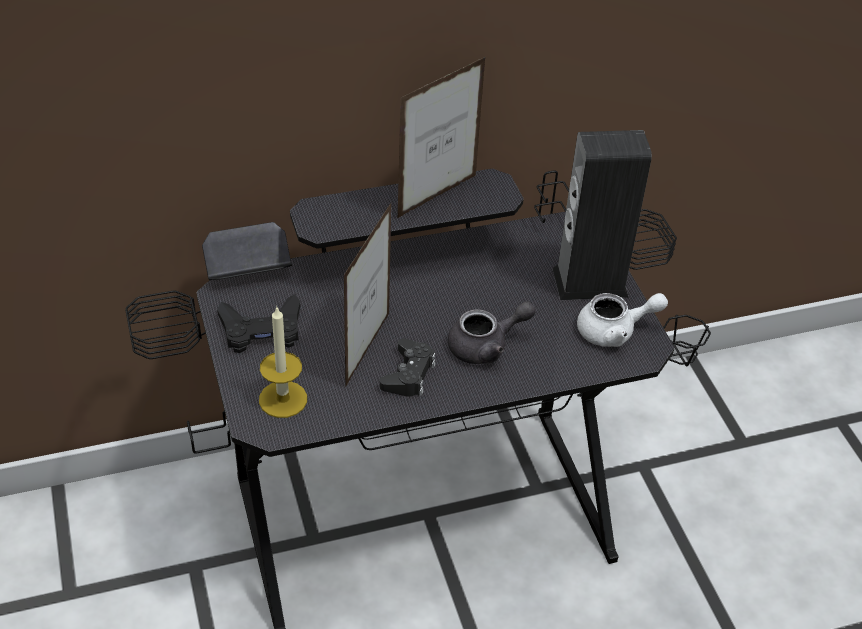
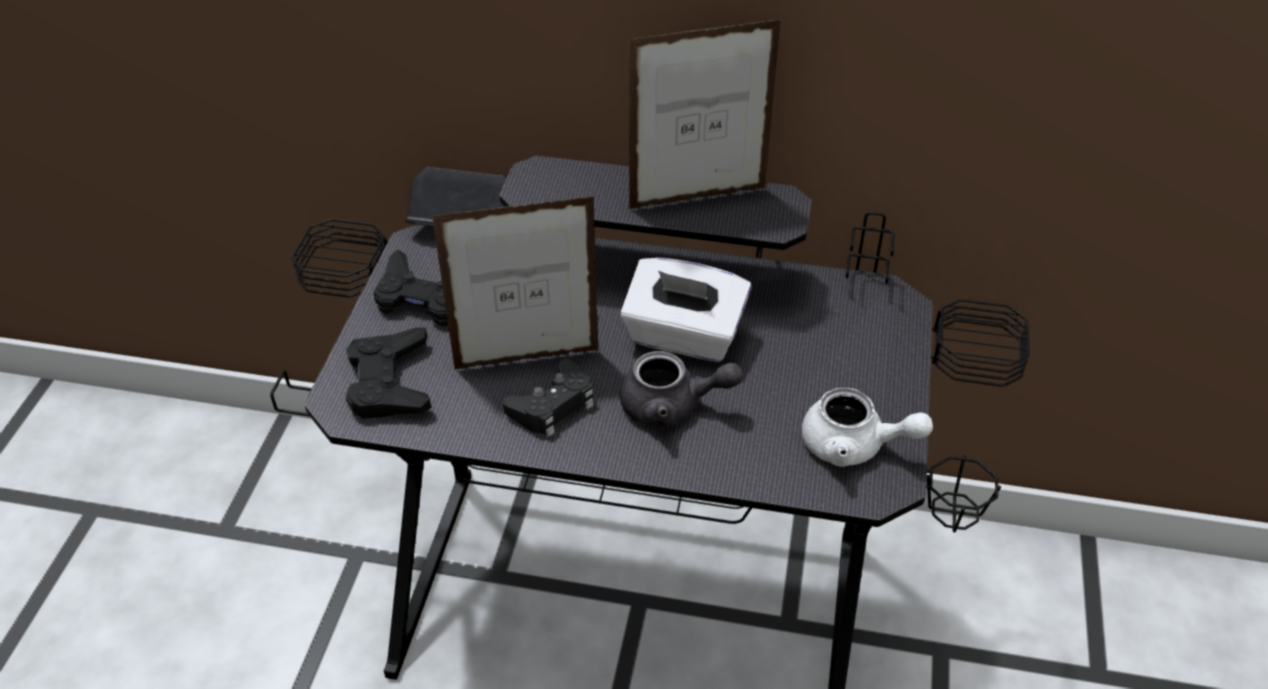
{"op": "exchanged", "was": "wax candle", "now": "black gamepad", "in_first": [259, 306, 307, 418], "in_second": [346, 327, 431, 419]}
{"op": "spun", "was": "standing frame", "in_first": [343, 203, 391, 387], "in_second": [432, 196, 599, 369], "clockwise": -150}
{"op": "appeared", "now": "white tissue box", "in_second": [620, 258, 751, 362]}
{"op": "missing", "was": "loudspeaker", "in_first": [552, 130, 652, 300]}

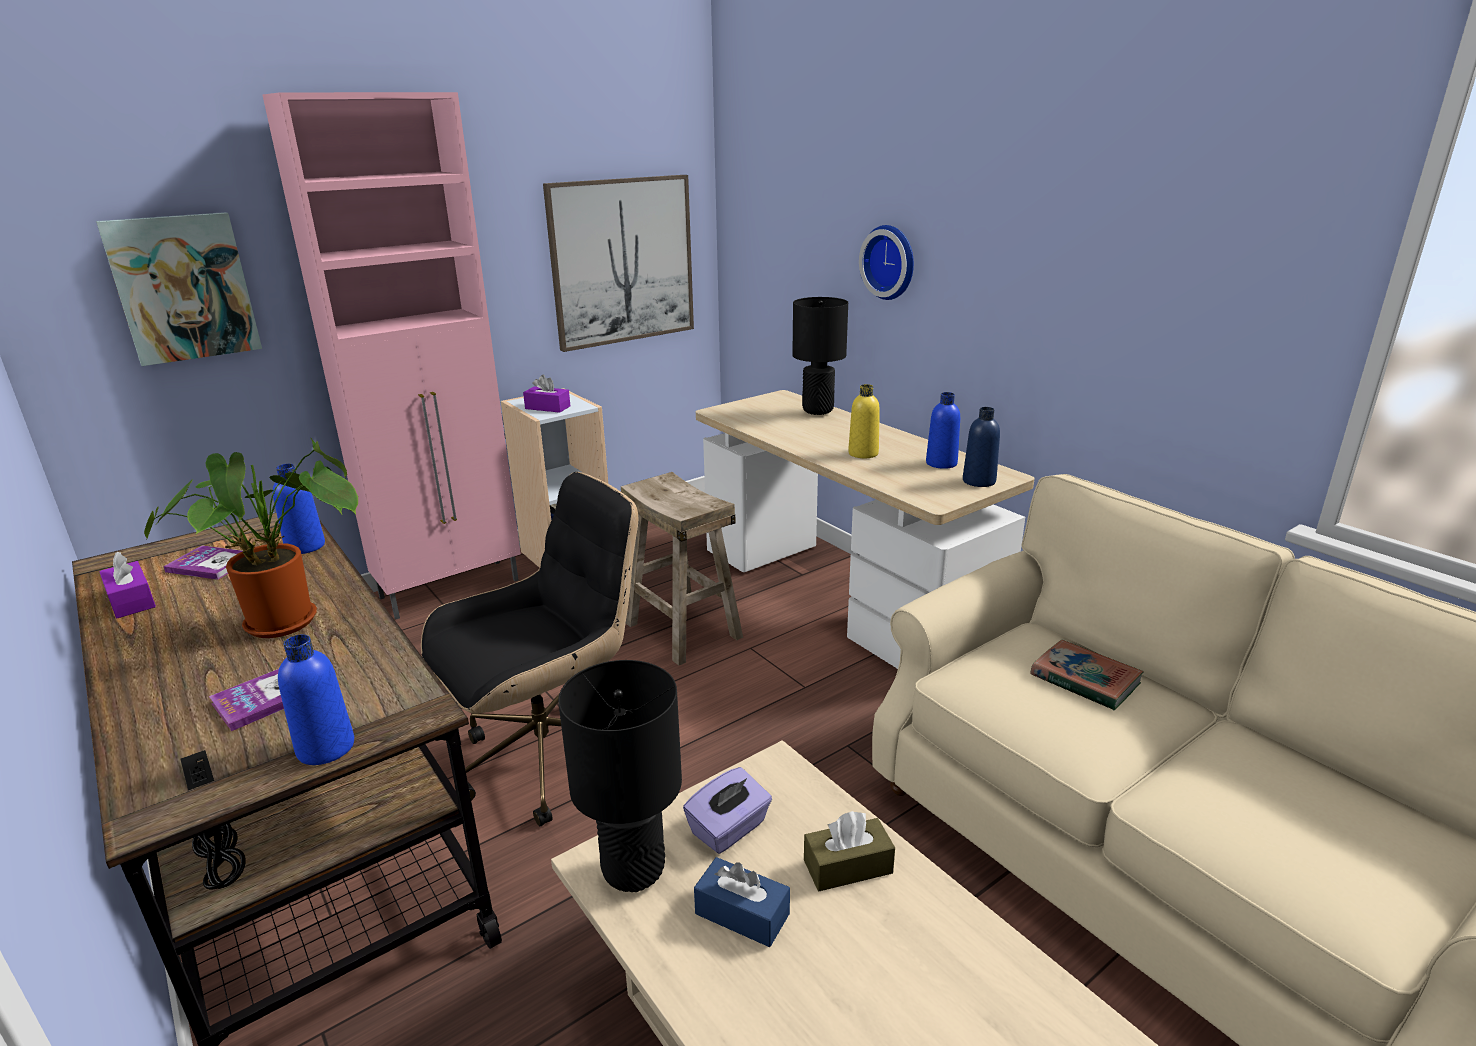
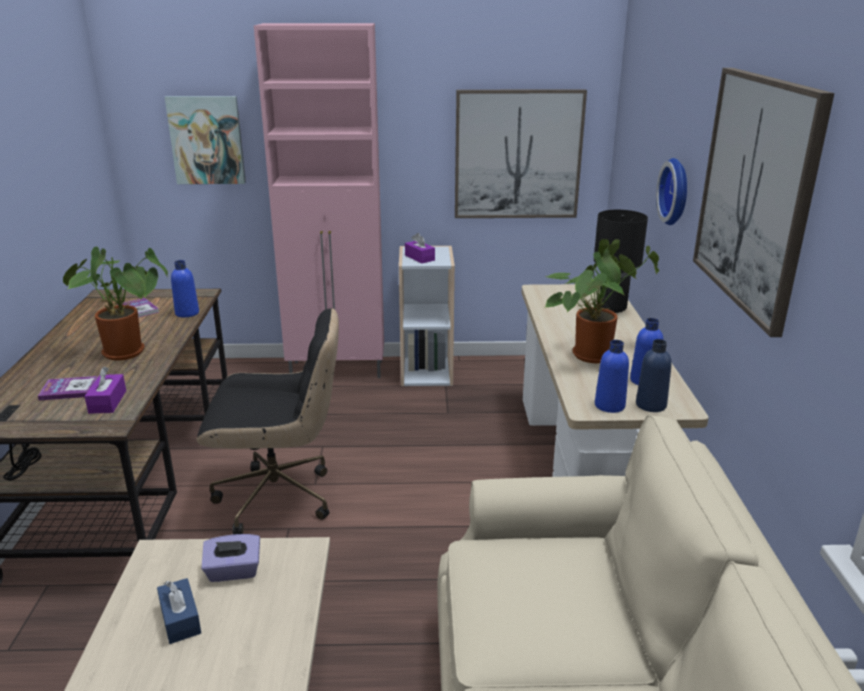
{"op": "relocated", "was": "purple-coloured tissue box", "in_first": [99, 552, 156, 618], "in_second": [85, 367, 126, 414]}
{"op": "exchanged", "was": "yellow drink bottle", "now": "plant in a pot", "in_first": [848, 384, 880, 458], "in_second": [544, 239, 660, 363]}
{"op": "relocated", "was": "blue-coloured drink bottle", "in_first": [278, 634, 354, 765], "in_second": [595, 340, 629, 413]}
{"op": "appeared", "now": "picture", "in_second": [693, 68, 835, 337]}
{"op": "missing", "was": "black table lamp", "in_first": [558, 660, 682, 892]}
{"op": "missing", "was": "sand-coloured stool seat", "in_first": [621, 472, 743, 665]}
{"op": "missing", "was": "brown-coloured tissue box", "in_first": [804, 811, 895, 891]}
{"op": "missing", "was": "volume", "in_first": [1030, 640, 1144, 711]}

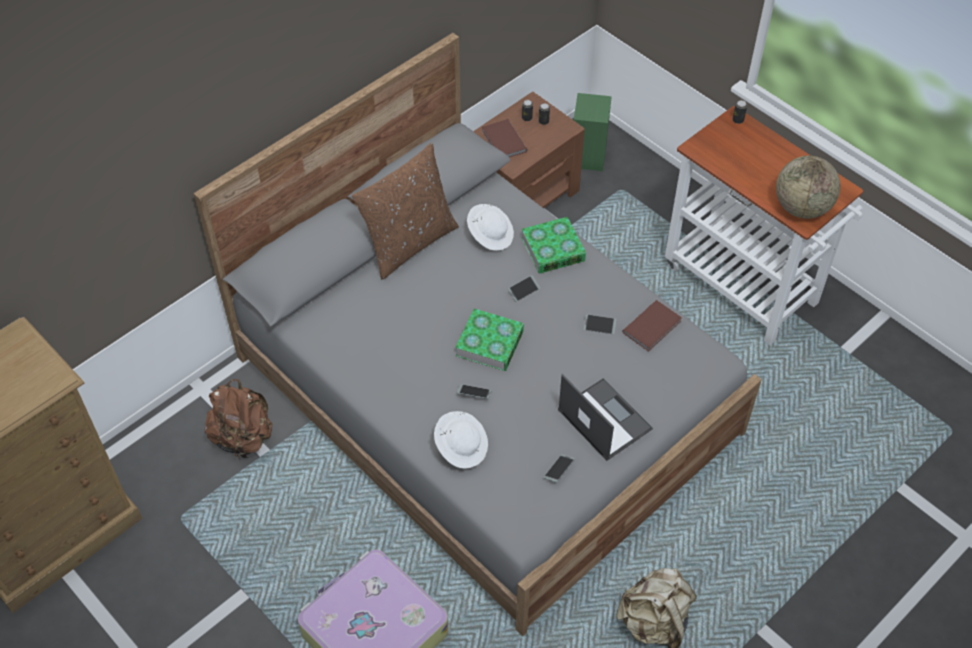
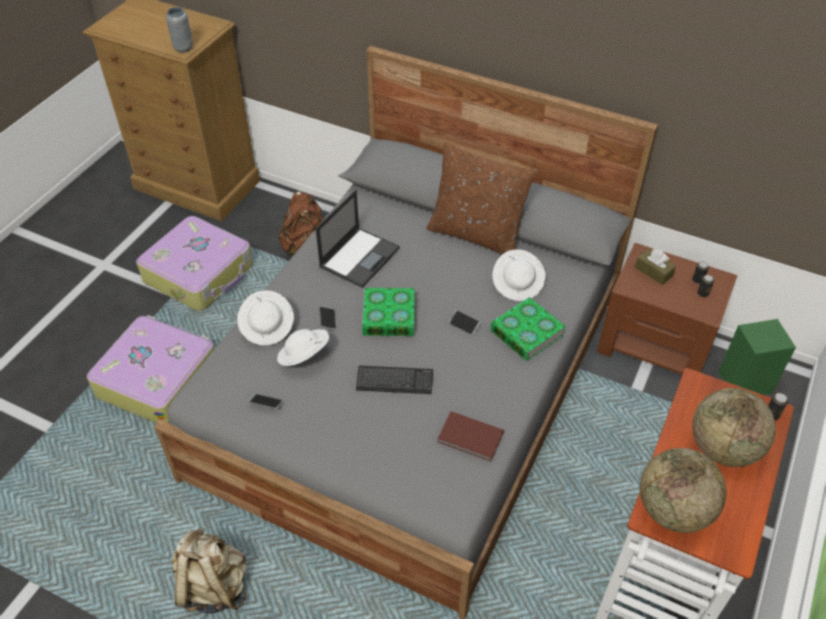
{"op": "appeared", "now": "suitcase", "in_second": [136, 216, 253, 311]}
{"op": "appeared", "now": "greyish decorative vase", "in_second": [166, 7, 193, 53]}
{"op": "appeared", "now": "white hat", "in_second": [277, 329, 329, 366]}
{"op": "relocated", "was": "portable computer", "in_first": [558, 374, 653, 461], "in_second": [315, 190, 400, 288]}
{"op": "appeared", "now": "keyboard", "in_second": [356, 366, 433, 394]}
{"op": "exchanged", "was": "brown-coloured volume", "now": "brown-coloured tissue box", "in_first": [482, 119, 527, 158], "in_second": [635, 249, 676, 285]}
{"op": "appeared", "now": "globe", "in_second": [692, 388, 776, 467]}
{"op": "missing", "was": "phone", "in_first": [584, 314, 617, 334]}

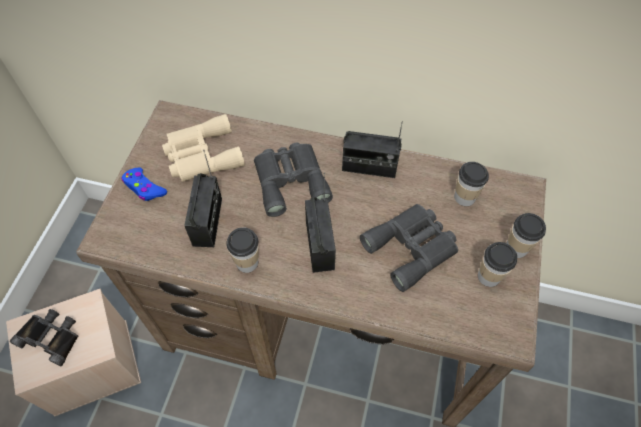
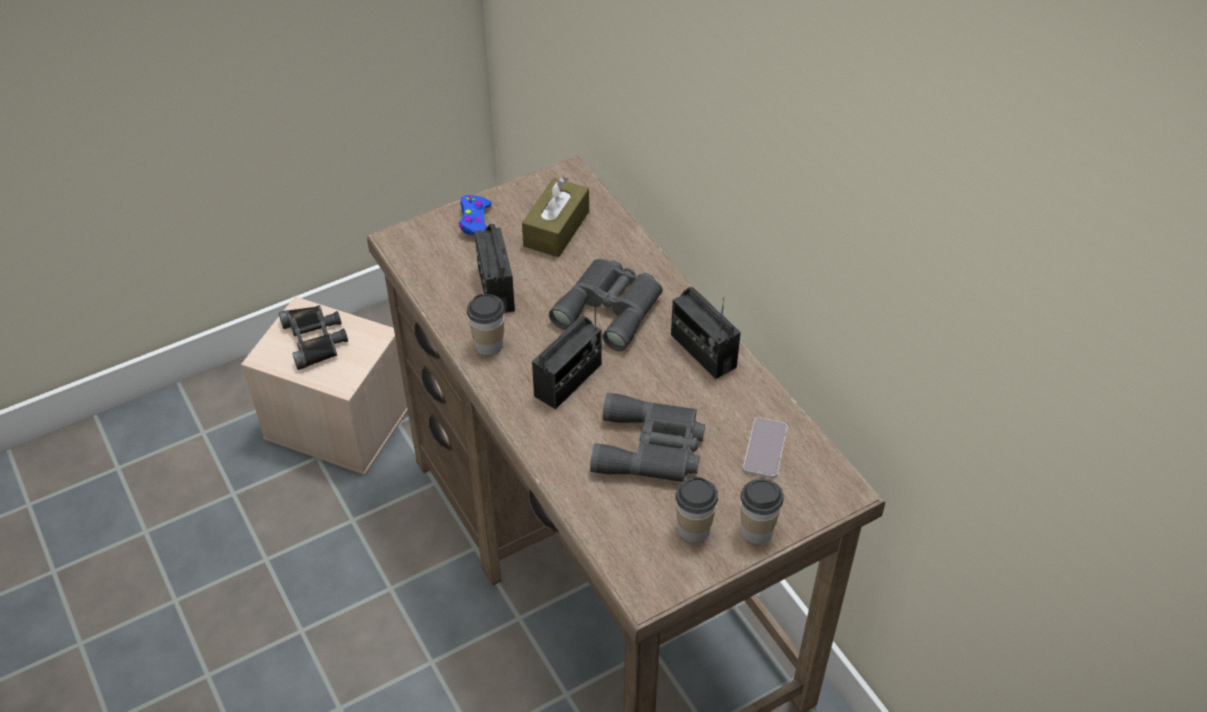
{"op": "spun", "was": "radio set", "in_first": [184, 150, 222, 247], "in_second": [475, 224, 515, 313], "clockwise": 120}
{"op": "exchanged", "was": "sand-coloured binoculars", "now": "brown-coloured tissue box", "in_first": [162, 114, 245, 182], "in_second": [522, 177, 589, 257]}
{"op": "exchanged", "was": "drinking cup", "now": "phone", "in_first": [454, 162, 489, 206], "in_second": [743, 417, 787, 478]}

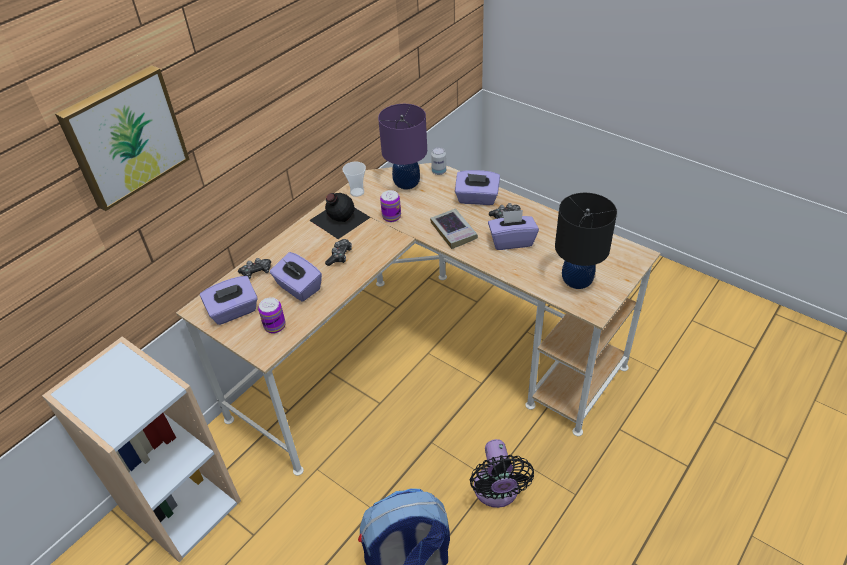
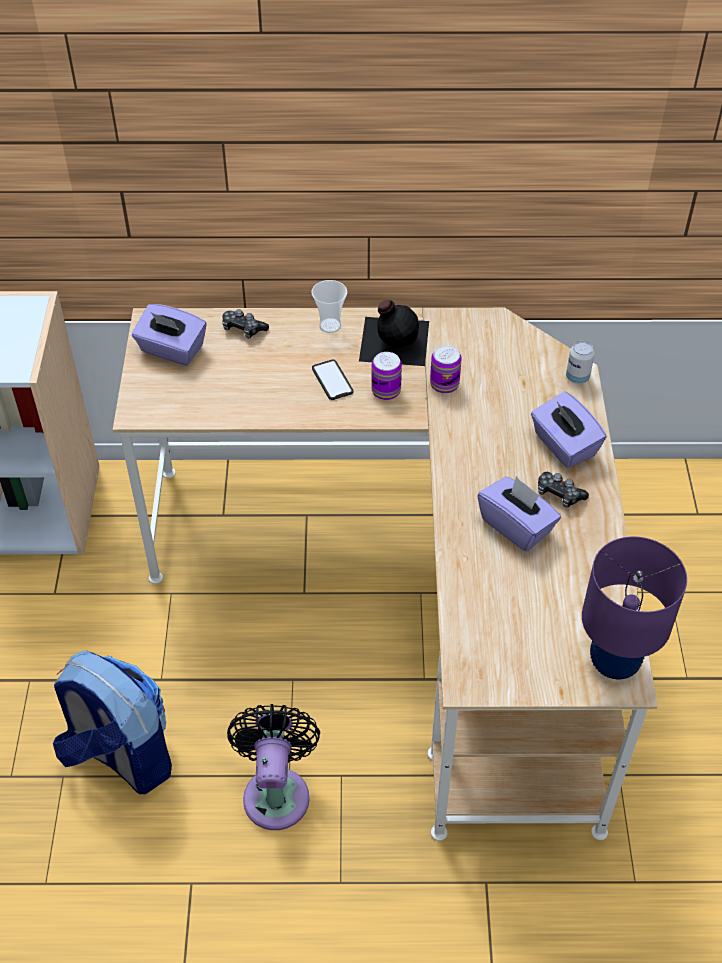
{"op": "spun", "was": "black cooling fan", "in_first": [470, 439, 534, 508], "in_second": [227, 704, 320, 830], "clockwise": 135}
{"op": "relocated", "was": "drinking cup", "in_first": [342, 162, 366, 197], "in_second": [311, 280, 347, 333]}
{"op": "exchanged", "was": "gamepad", "now": "phone", "in_first": [325, 239, 352, 266], "in_second": [312, 359, 354, 400]}
{"op": "relocated", "was": "can", "in_first": [258, 297, 286, 333], "in_second": [371, 352, 402, 400]}
{"op": "relocated", "was": "purple-coloured table lamp", "in_first": [378, 104, 427, 189], "in_second": [582, 536, 687, 680]}
{"op": "missing", "was": "picture", "in_first": [55, 65, 190, 211]}
{"op": "missing", "was": "purple-coloured tissue box", "in_first": [270, 252, 322, 302]}
{"op": "missing", "was": "volume", "in_first": [430, 208, 478, 249]}
{"op": "missing", "was": "black table lamp", "in_first": [555, 193, 617, 289]}

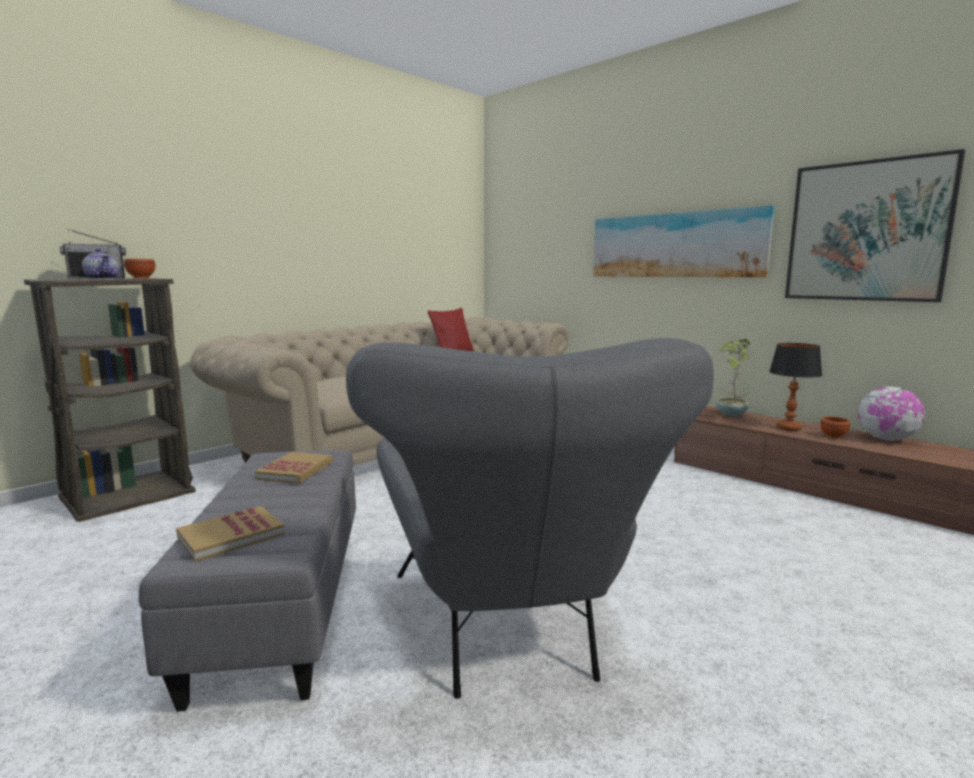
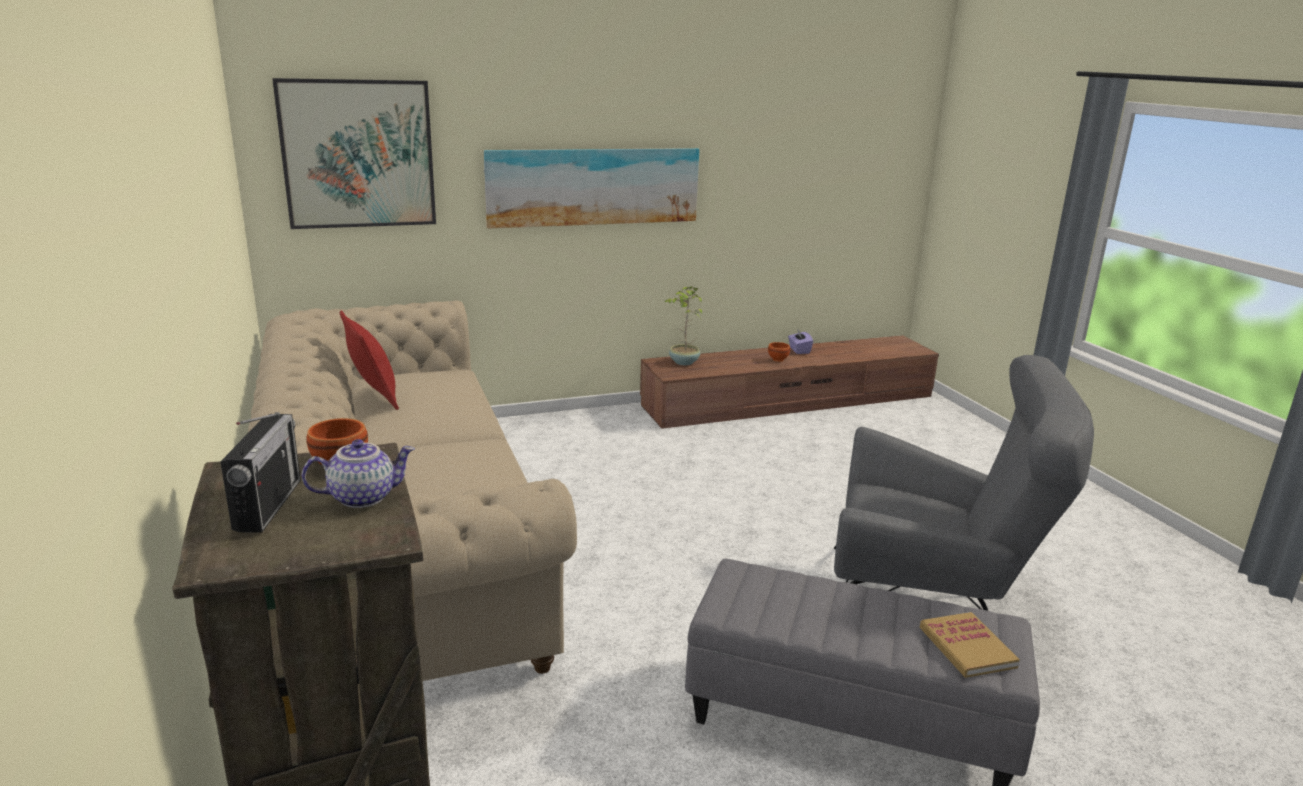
{"op": "relocated", "was": "picture", "in_first": [785, 149, 965, 302], "in_second": [272, 78, 436, 229]}
{"op": "exchanged", "was": "globe", "now": "purple-coloured tissue box", "in_first": [858, 386, 925, 441], "in_second": [788, 328, 813, 354]}
{"op": "missing", "was": "volume", "in_first": [255, 452, 333, 484]}
{"op": "missing", "was": "table lamp", "in_first": [769, 343, 822, 431]}

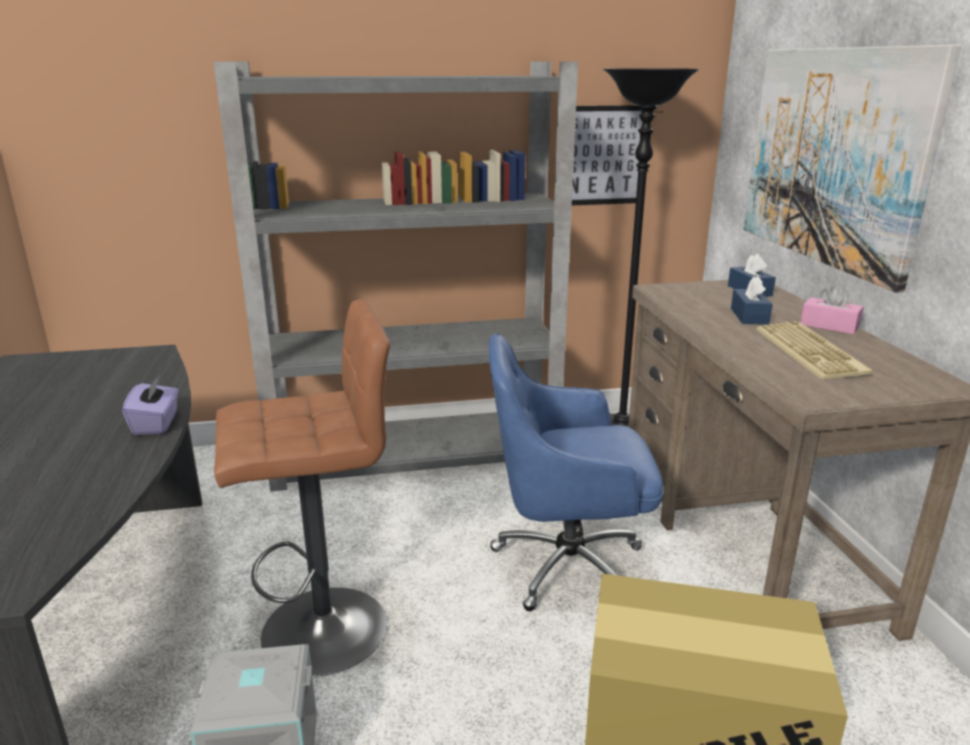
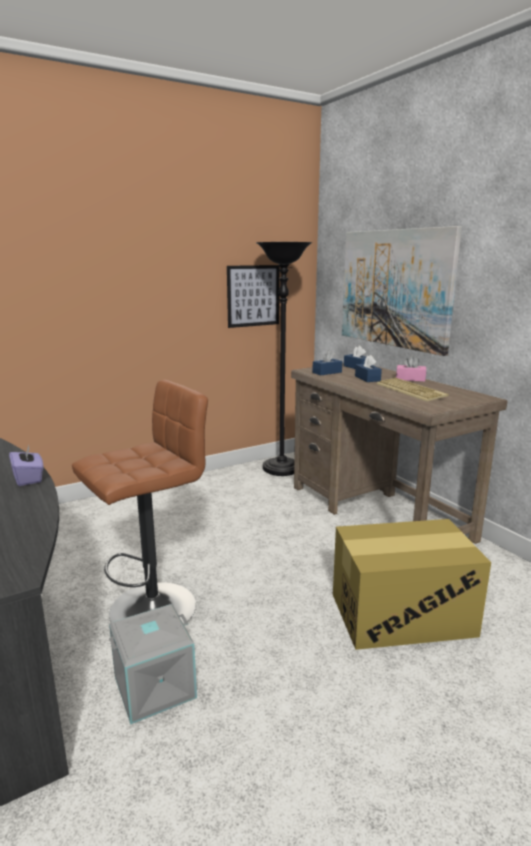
{"op": "appeared", "now": "blue-coloured tissue box", "in_second": [312, 350, 342, 375]}
{"op": "missing", "was": "greyish bookcase", "in_first": [213, 61, 578, 492]}
{"op": "missing", "was": "blue-coloured office chair", "in_first": [489, 333, 663, 611]}

